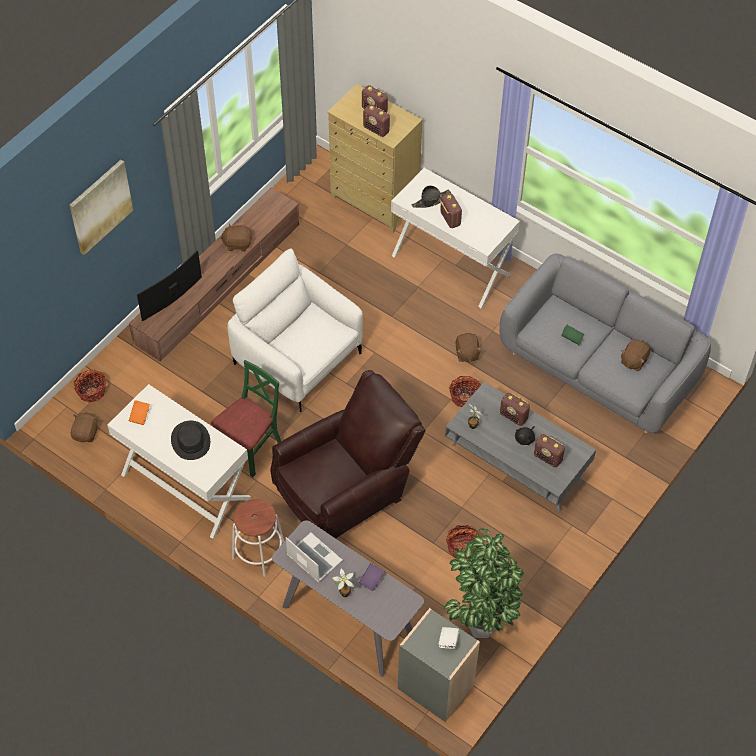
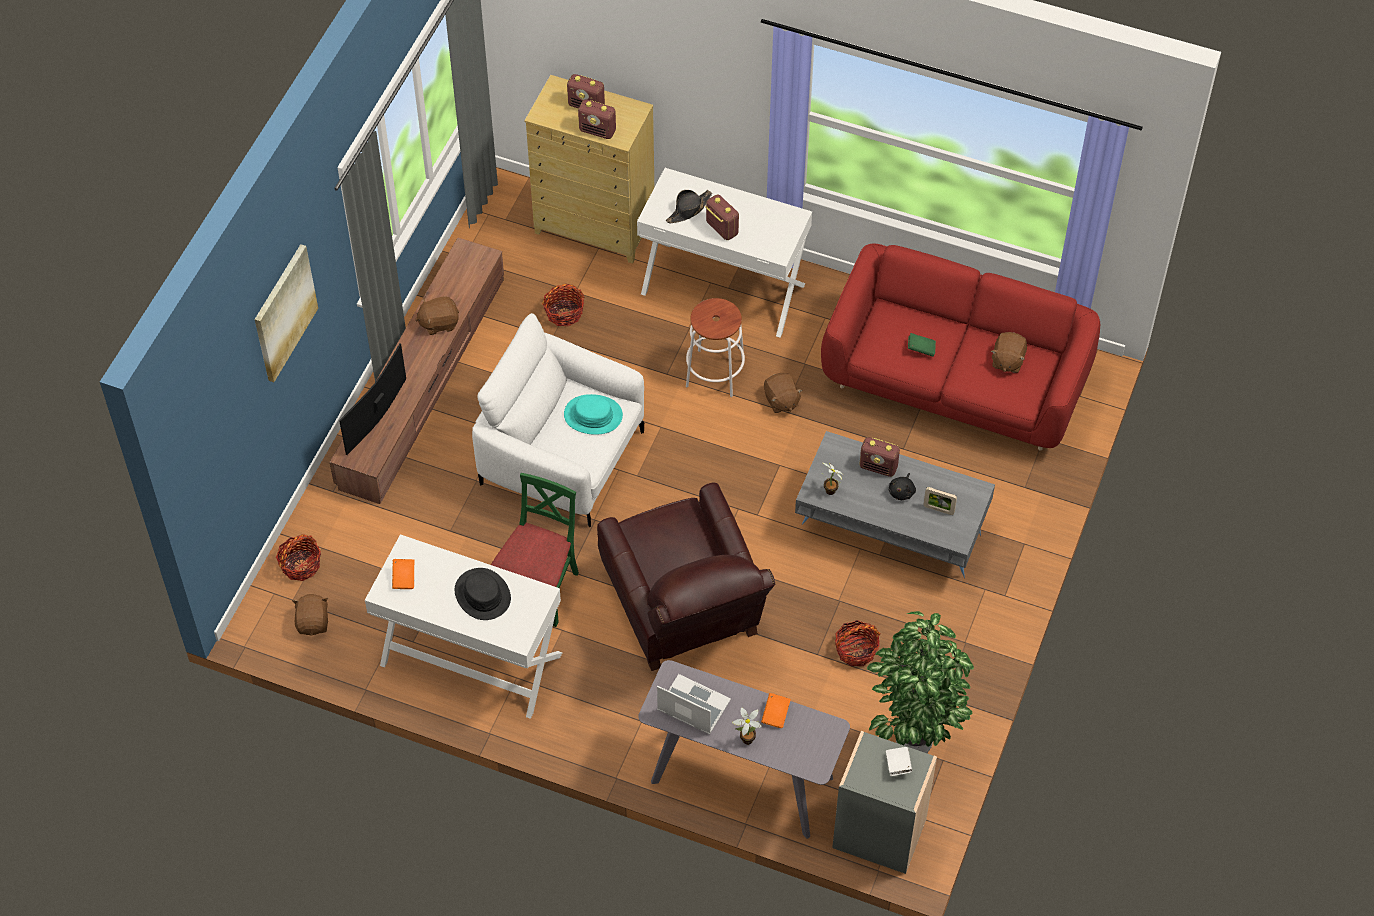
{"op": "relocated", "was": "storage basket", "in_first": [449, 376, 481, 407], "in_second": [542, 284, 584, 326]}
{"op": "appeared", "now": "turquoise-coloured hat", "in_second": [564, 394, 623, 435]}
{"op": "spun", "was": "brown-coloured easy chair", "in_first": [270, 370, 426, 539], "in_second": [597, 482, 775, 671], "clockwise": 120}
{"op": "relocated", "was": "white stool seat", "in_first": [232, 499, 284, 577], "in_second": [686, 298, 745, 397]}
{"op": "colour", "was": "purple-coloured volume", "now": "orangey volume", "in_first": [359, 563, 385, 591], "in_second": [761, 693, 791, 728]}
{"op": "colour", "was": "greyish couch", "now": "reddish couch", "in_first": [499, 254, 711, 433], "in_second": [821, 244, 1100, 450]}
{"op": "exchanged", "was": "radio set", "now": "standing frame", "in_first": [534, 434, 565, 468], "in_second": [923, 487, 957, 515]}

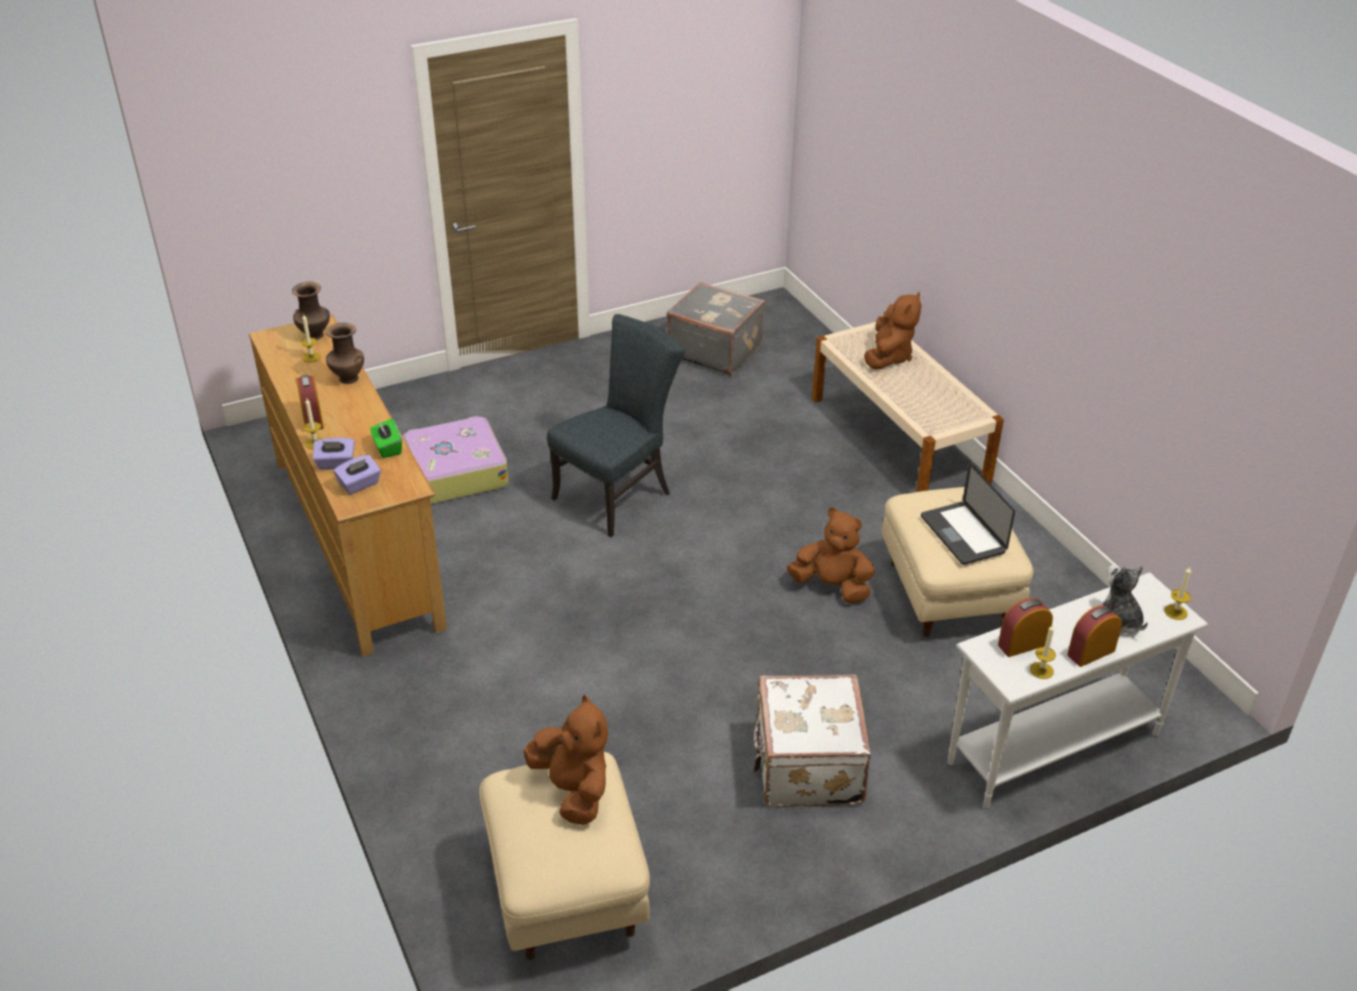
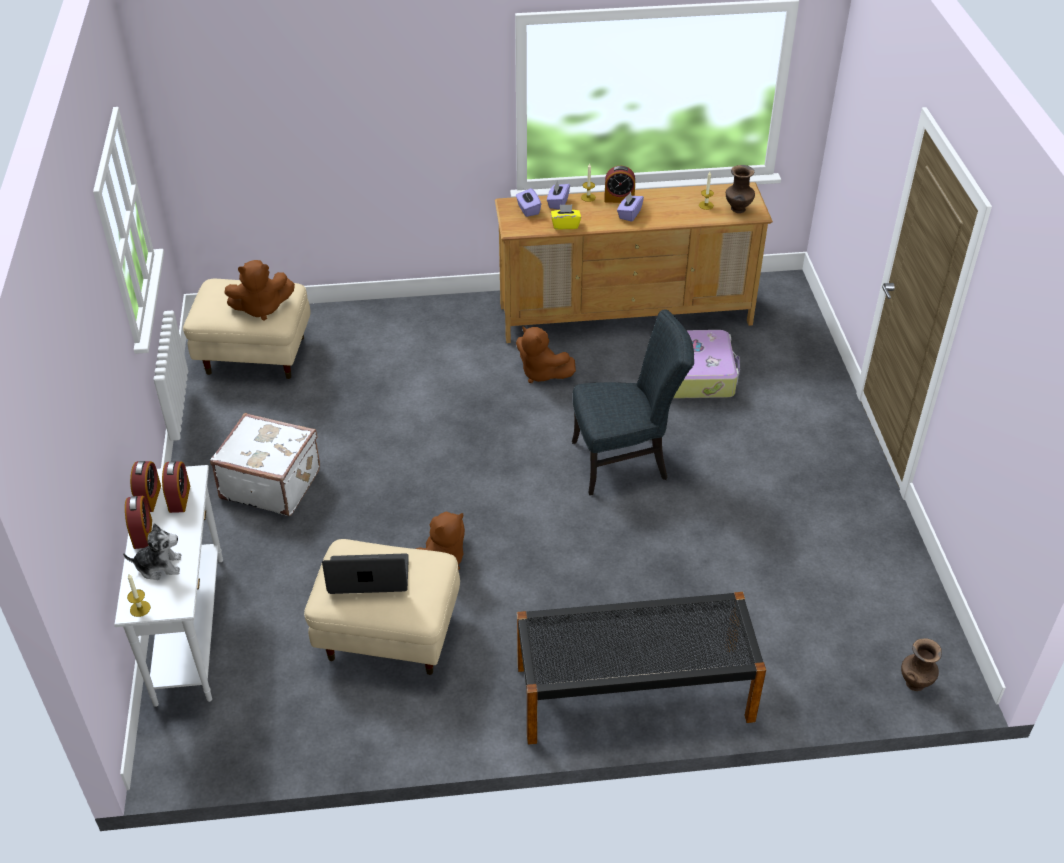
{"op": "exchanged", "was": "wax candle", "now": "alarm clock", "in_first": [1030, 624, 1056, 679], "in_second": [130, 461, 161, 512]}
{"op": "relocated", "was": "brown-coloured cuddly toy", "in_first": [864, 292, 921, 369], "in_second": [516, 326, 576, 383]}
{"op": "colour", "was": "sand-coloured indoor bench", "now": "black indoor bench", "in_first": [812, 322, 1004, 492], "in_second": [517, 592, 766, 745]}
{"op": "colour", "was": "green-coloured tissue box", "now": "yellow tissue box", "in_first": [370, 419, 402, 458], "in_second": [551, 205, 581, 230]}
{"op": "spun", "was": "greyish chair", "in_first": [547, 314, 686, 537], "in_second": [572, 310, 694, 495], "clockwise": -75}
{"op": "appeared", "now": "purple-coloured tissue box", "in_second": [617, 192, 644, 222]}
{"op": "relocated", "was": "brown-coloured decorative vase", "in_first": [326, 323, 364, 384], "in_second": [901, 638, 942, 691]}
{"op": "missing", "was": "greyish suitcase", "in_first": [666, 282, 766, 376]}

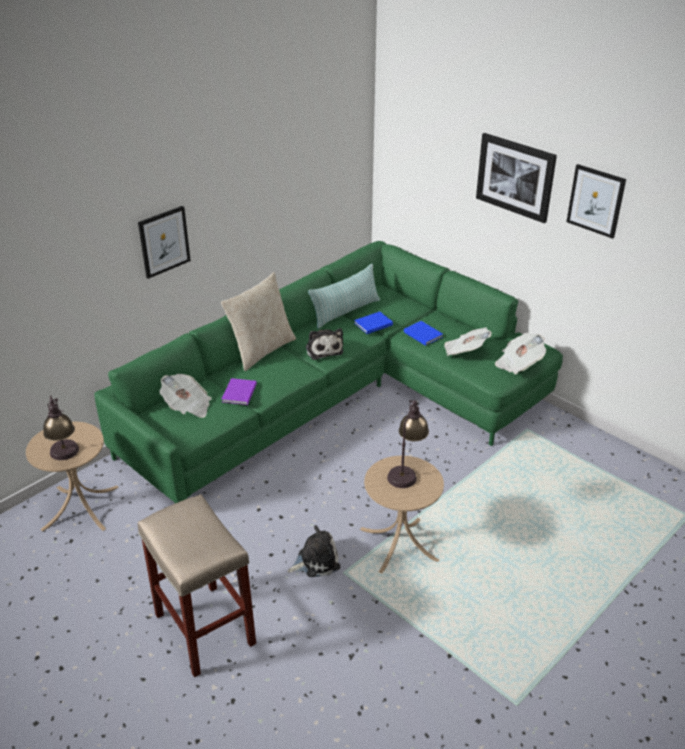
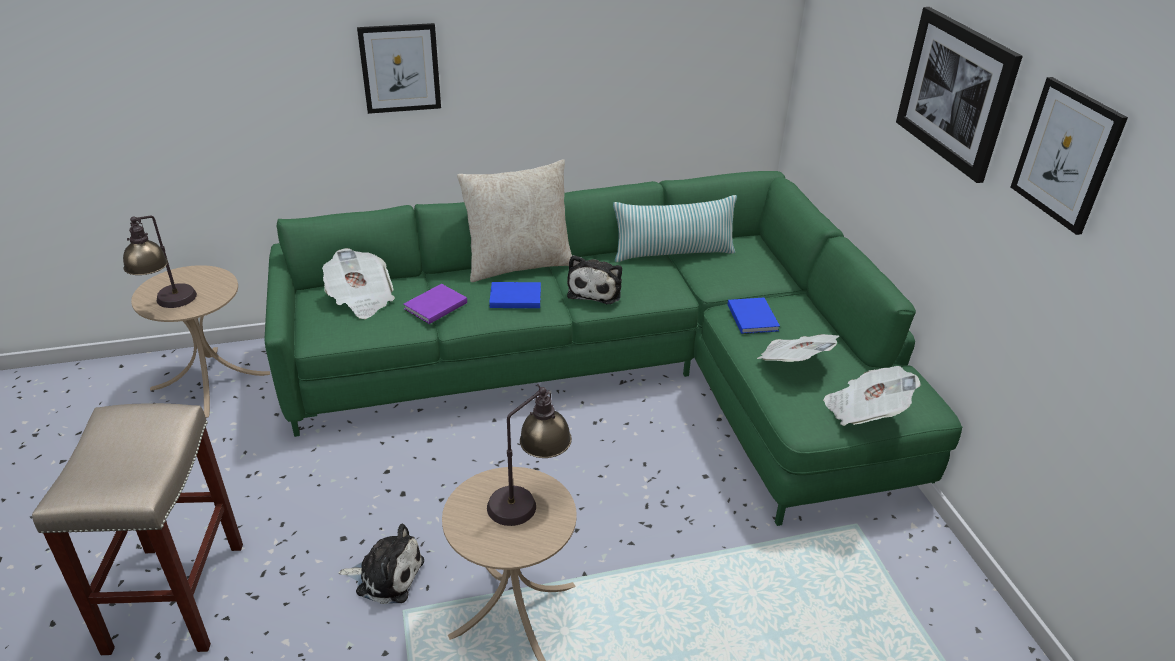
{"op": "relocated", "was": "blue-coloured volume", "in_first": [354, 311, 393, 334], "in_second": [489, 282, 541, 308]}

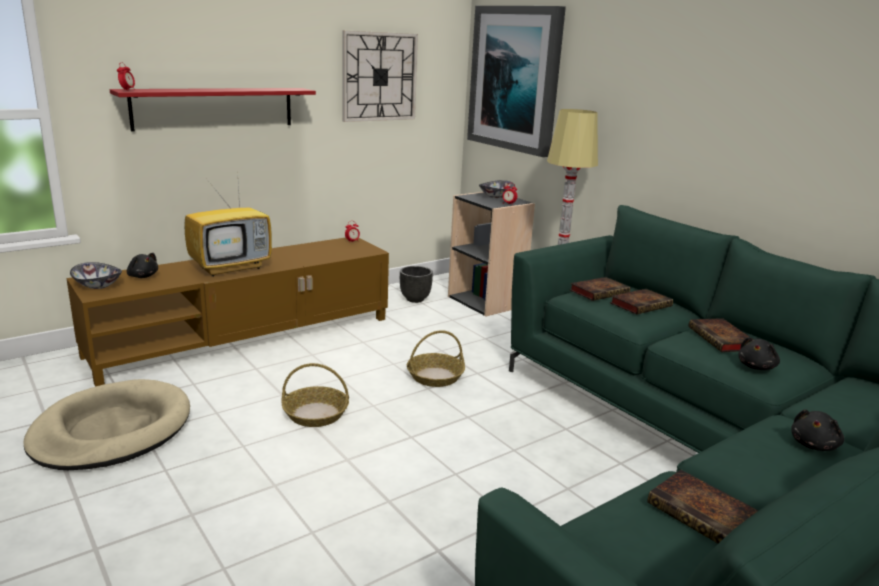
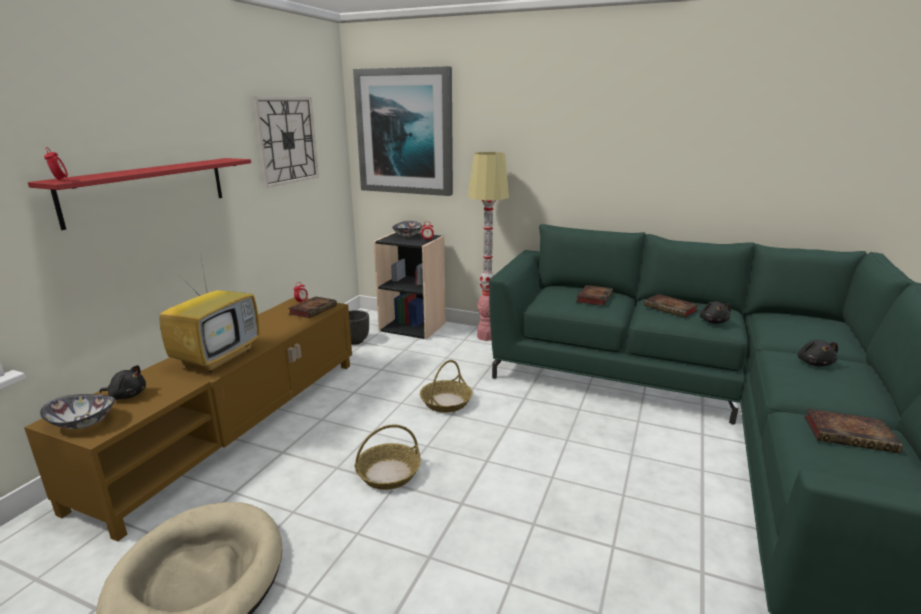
{"op": "relocated", "was": "volume", "in_first": [570, 277, 630, 301], "in_second": [288, 297, 337, 318]}

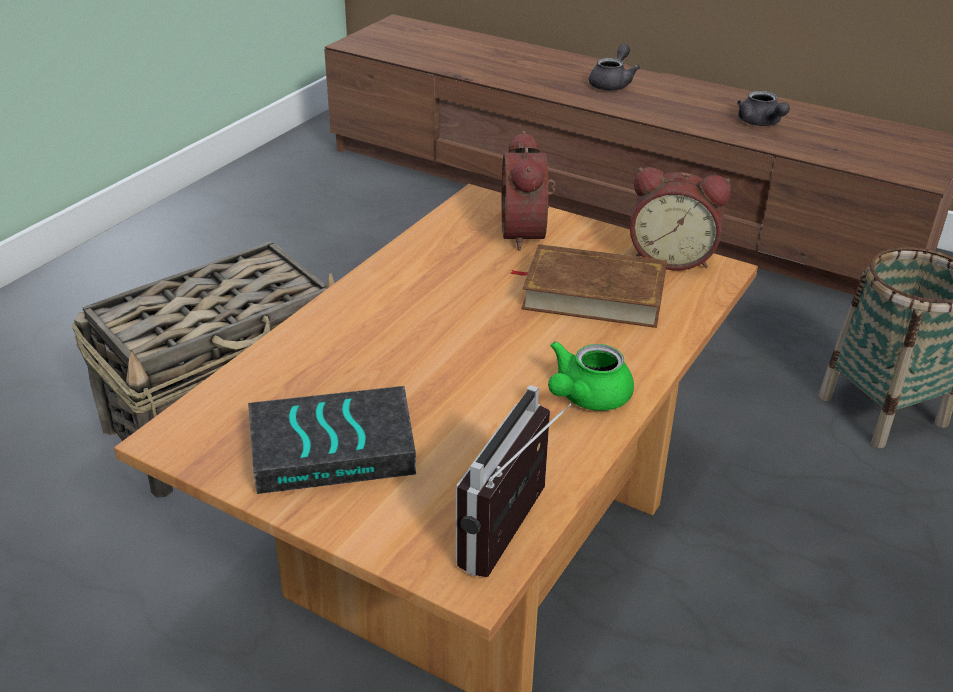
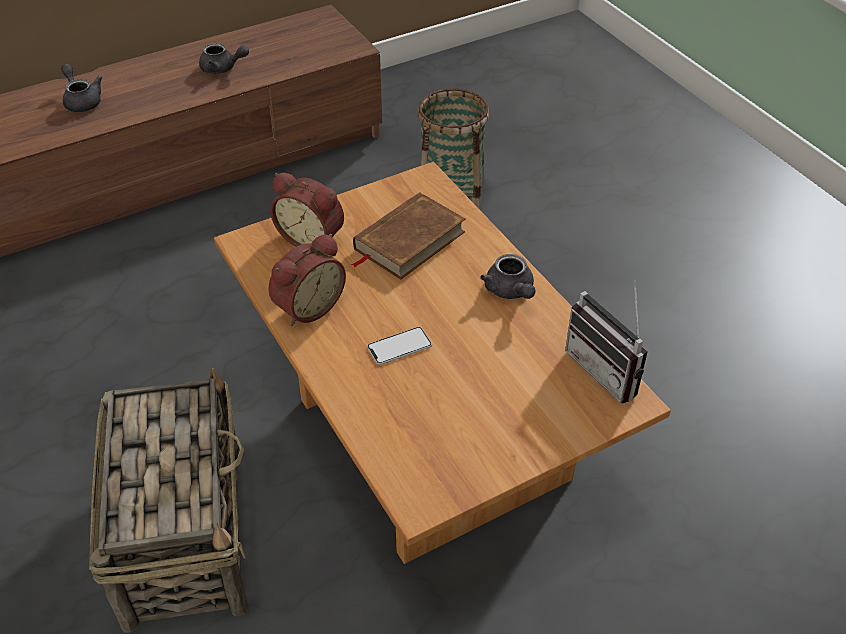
{"op": "relocated", "was": "alarm clock", "in_first": [630, 167, 731, 271], "in_second": [268, 234, 346, 326]}
{"op": "appeared", "now": "phone", "in_second": [367, 327, 432, 365]}
{"op": "colour", "was": "green-coloured tea pot", "now": "greyish tea pot", "in_first": [548, 341, 634, 411], "in_second": [480, 254, 536, 299]}
{"op": "missing", "was": "volume", "in_first": [248, 386, 416, 494]}

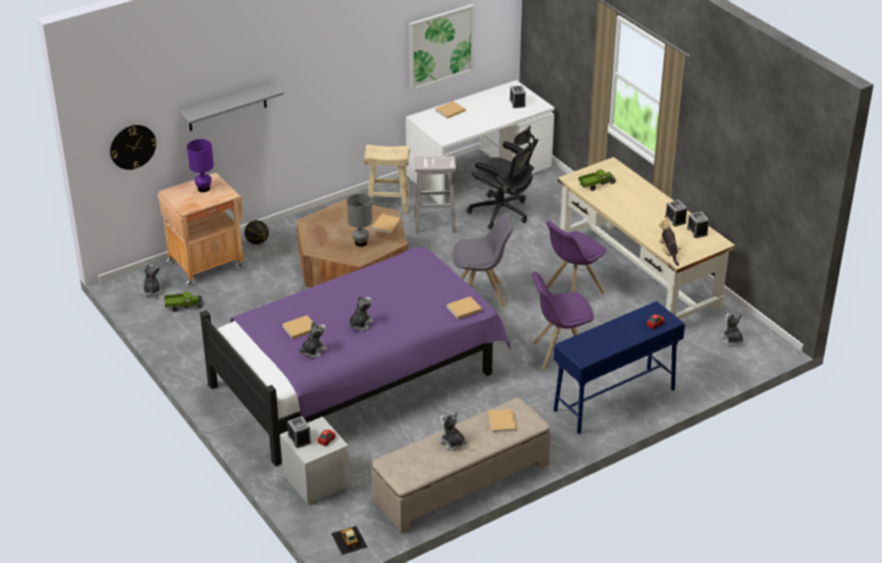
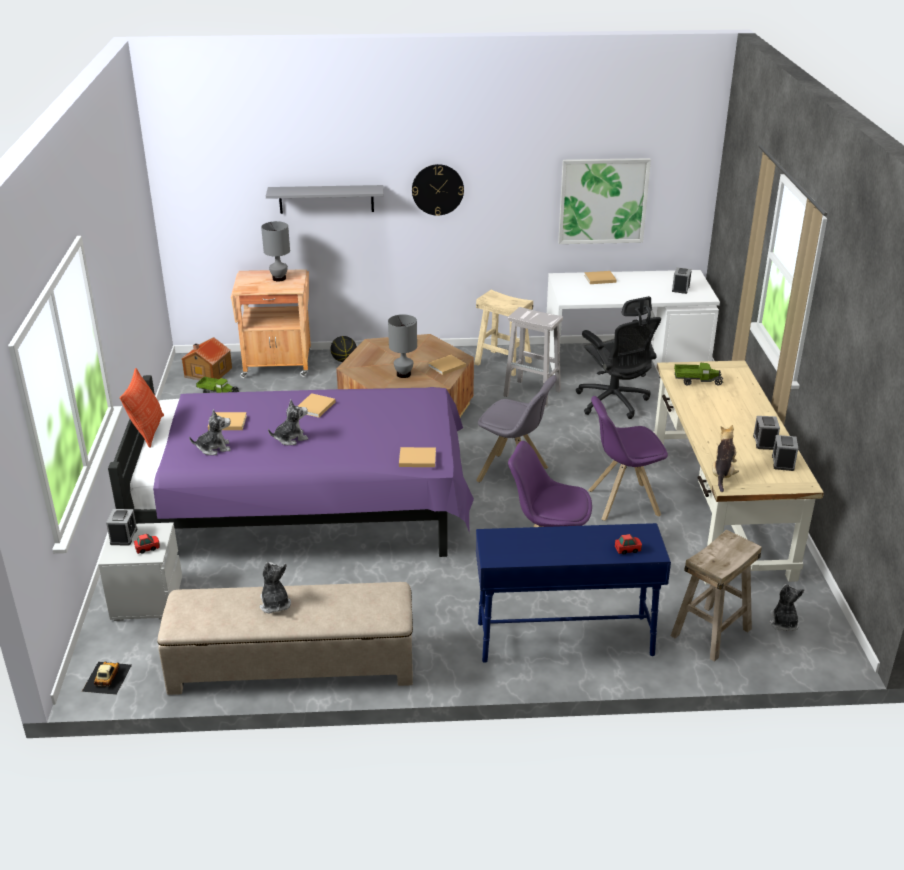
{"op": "appeared", "now": "orangey pillow", "in_second": [120, 368, 164, 448]}
{"op": "exchanged", "was": "cuddly toy", "now": "toy house", "in_first": [143, 264, 162, 296], "in_second": [181, 337, 232, 381]}
{"op": "colour", "was": "purple-coloured table lamp", "now": "greyish table lamp", "in_first": [187, 139, 214, 192], "in_second": [261, 221, 290, 281]}
{"op": "relocated", "was": "sand-coloured volume", "in_first": [488, 409, 516, 433], "in_second": [298, 393, 336, 418]}
{"op": "relocated", "was": "hanging clock", "in_first": [110, 125, 157, 170], "in_second": [412, 164, 464, 216]}
{"op": "appeared", "now": "sand-coloured stool seat", "in_second": [671, 529, 762, 662]}

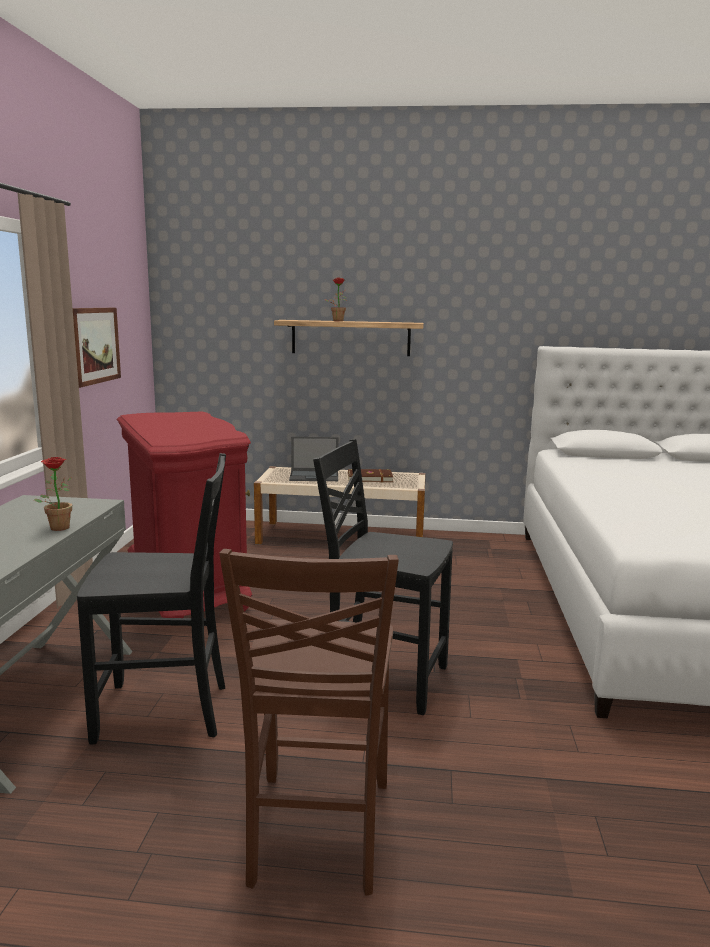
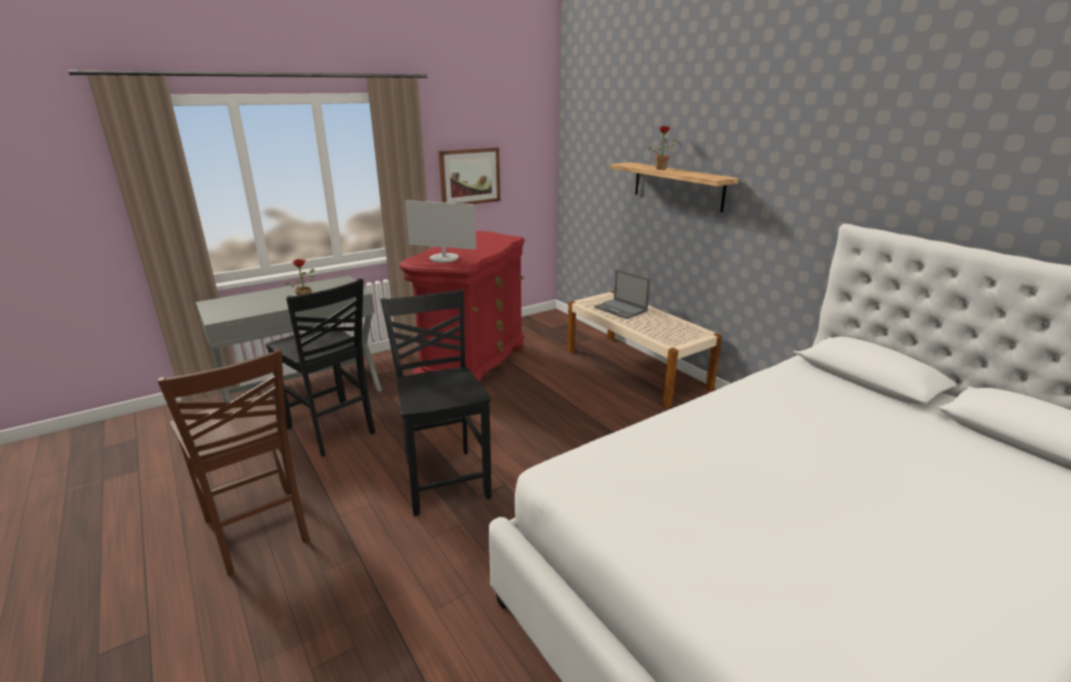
{"op": "spun", "was": "brown-coloured chair", "in_first": [219, 549, 399, 896], "in_second": [158, 349, 310, 576], "clockwise": -90}
{"op": "appeared", "now": "computer screen", "in_second": [405, 200, 476, 263]}
{"op": "missing", "was": "brown-coloured volume", "in_first": [348, 469, 393, 482]}

